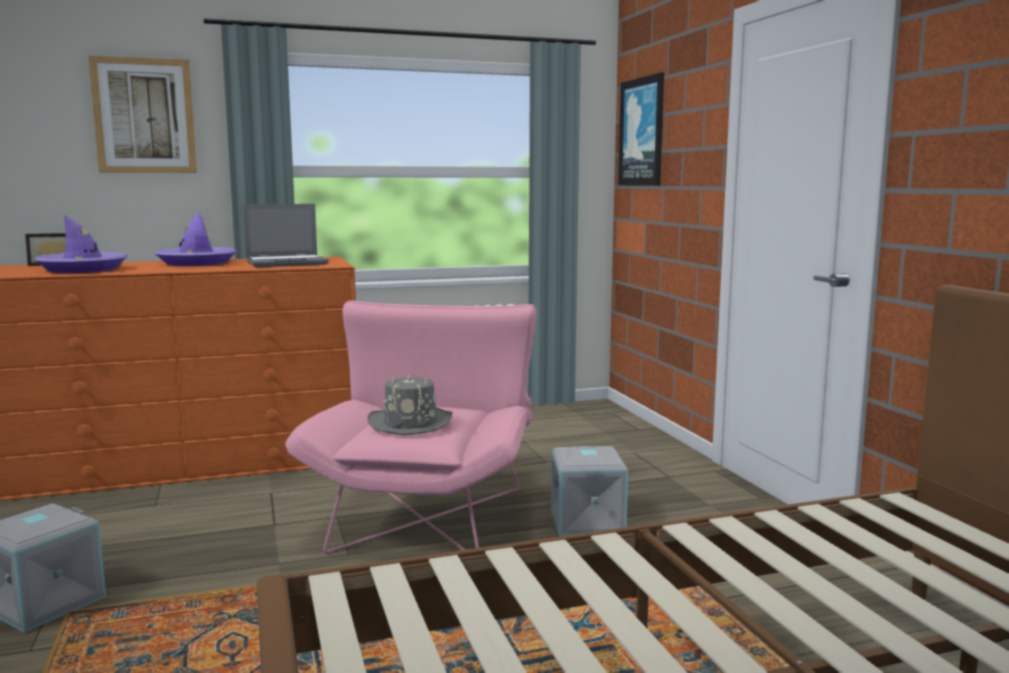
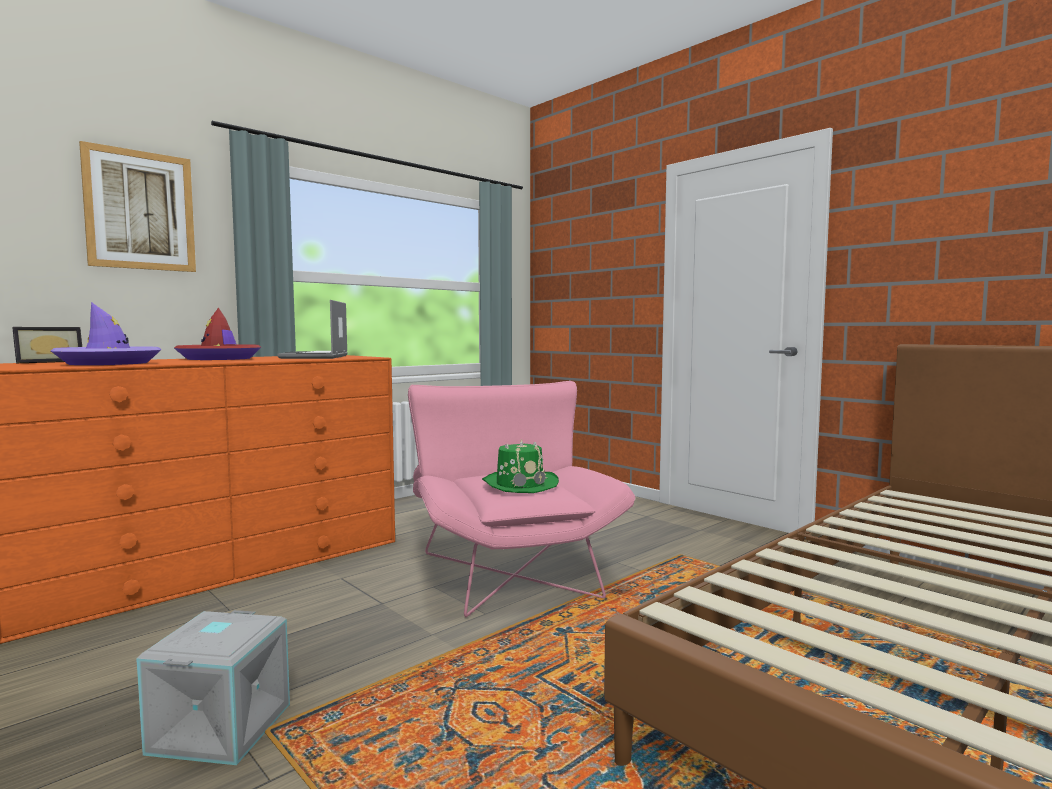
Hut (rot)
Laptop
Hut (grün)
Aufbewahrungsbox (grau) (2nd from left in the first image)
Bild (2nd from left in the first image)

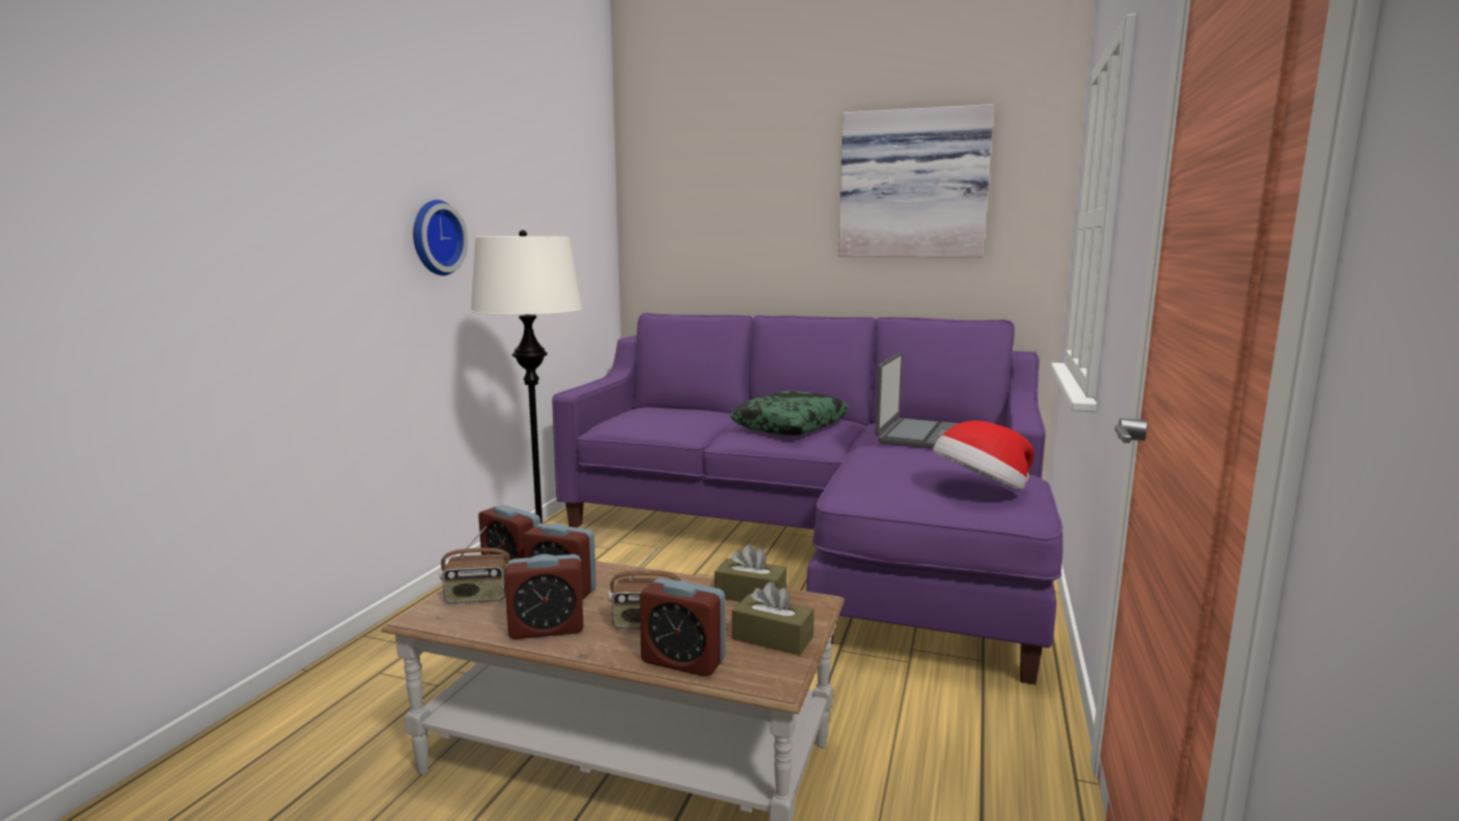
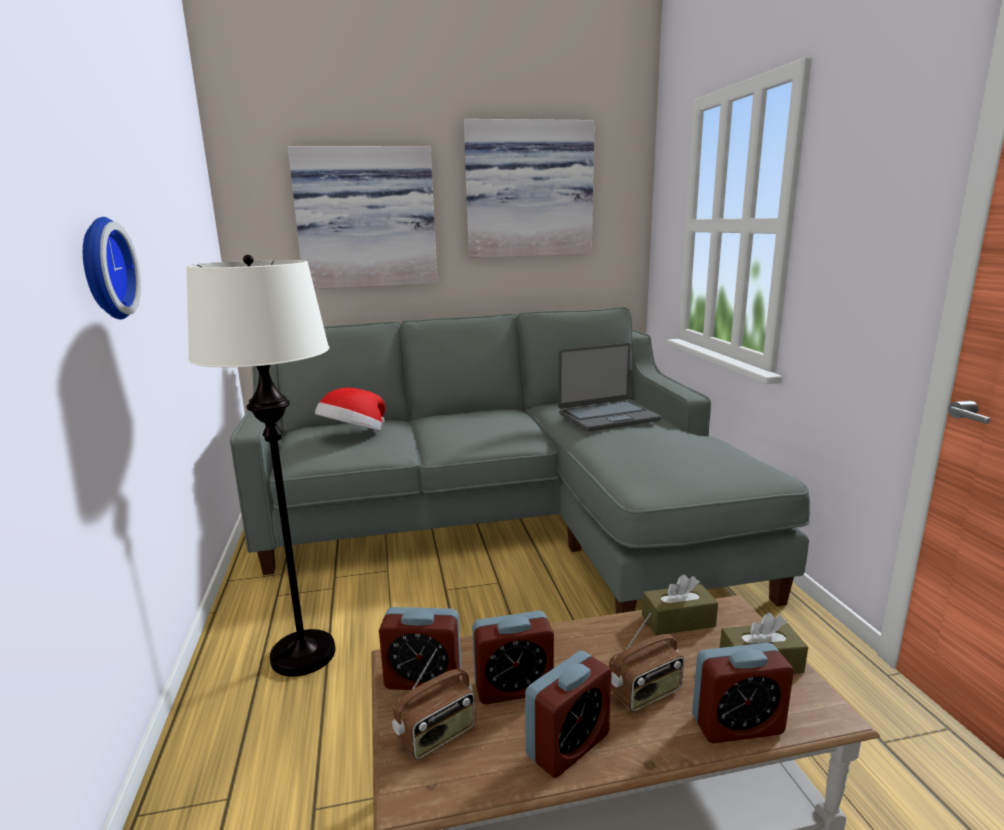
Sofa (grau)
Bild (1st from left)
Hut
Laptop
Kissen

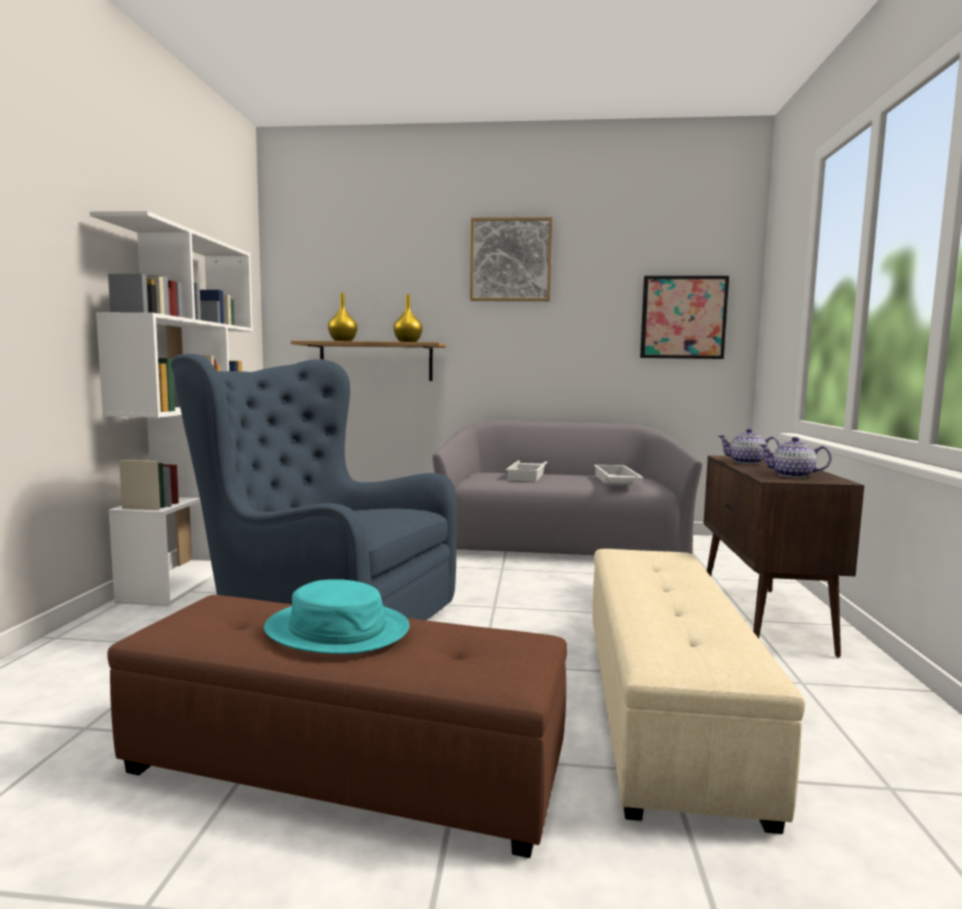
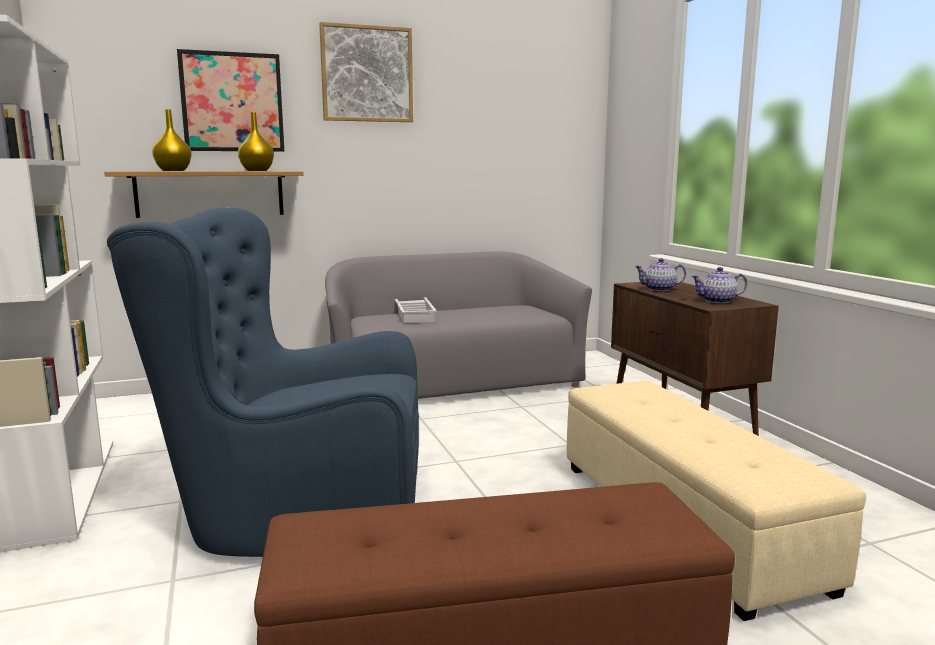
Bild (1st from left)
Hut (türkis)
Tablett (weiß) (2nd from left in the first image)

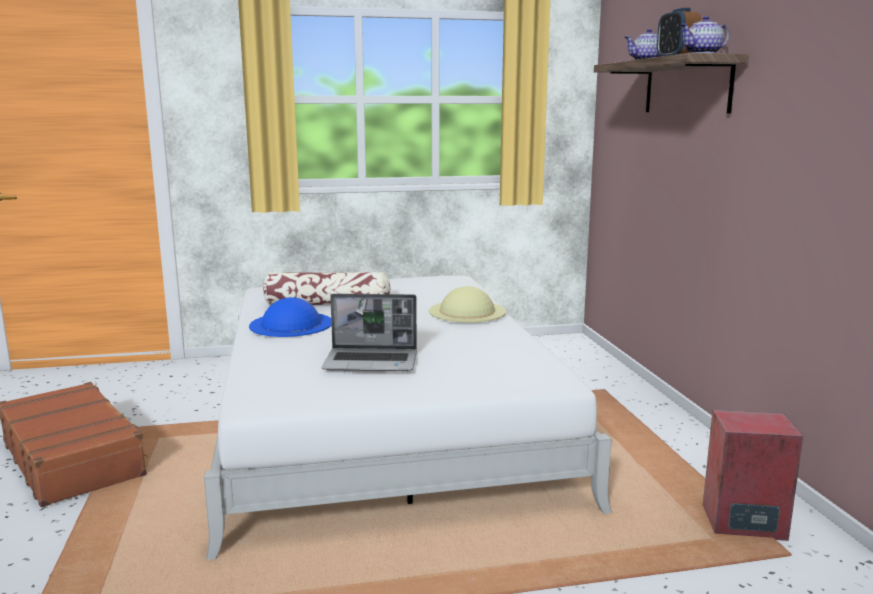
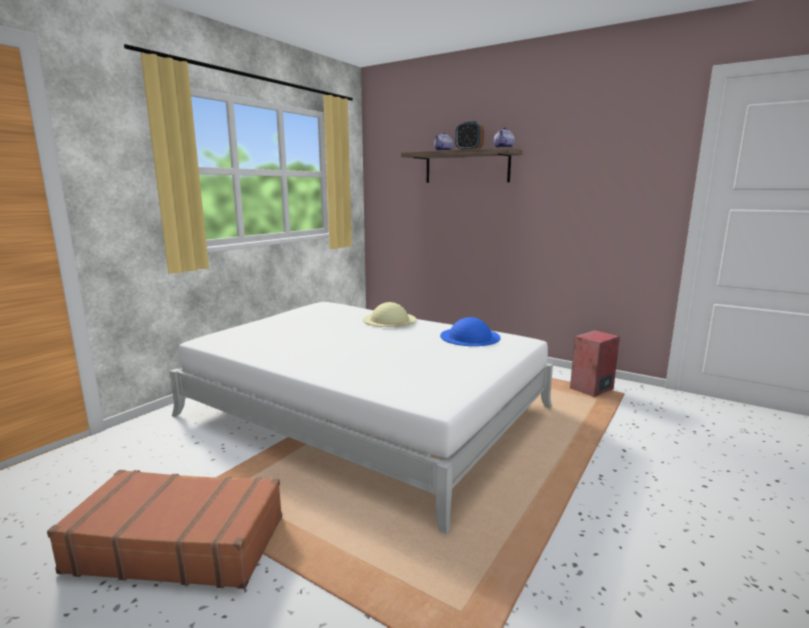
Hut (blau)
Kissen
Laptop

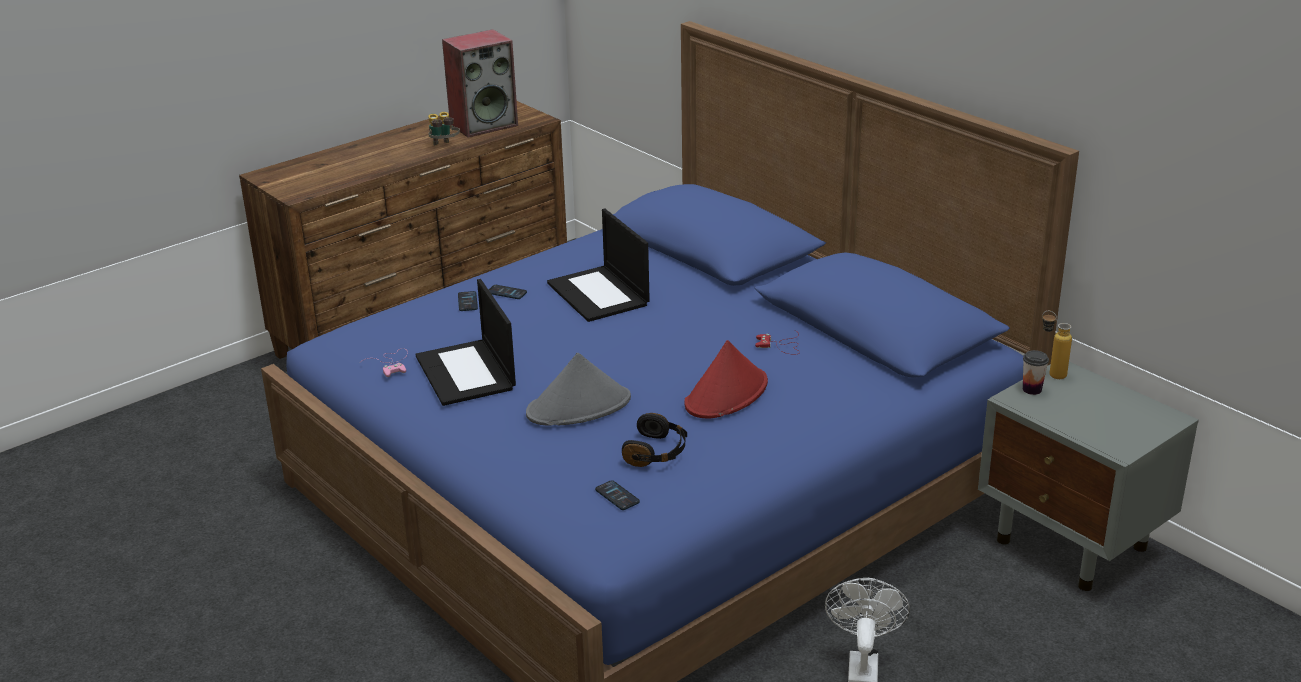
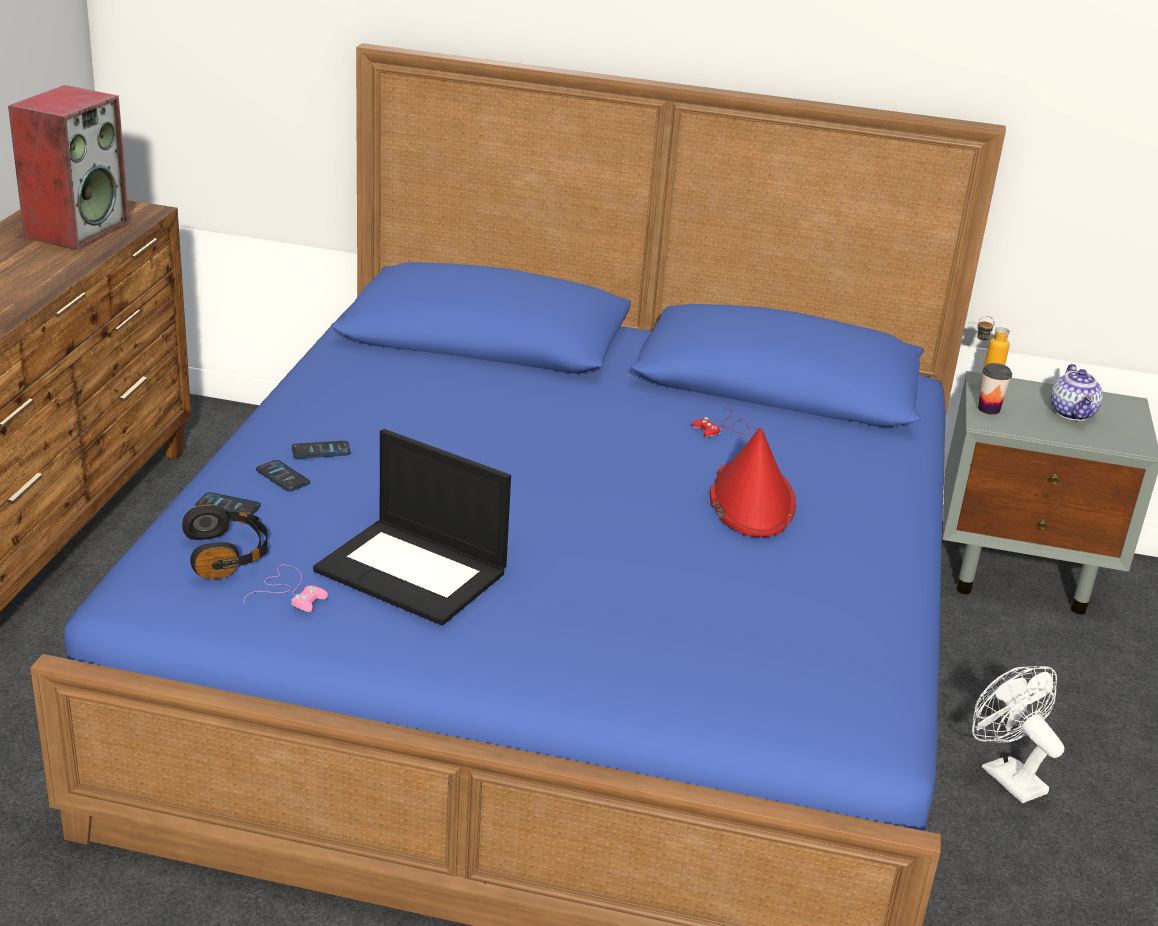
Kopfhörer (schwarz)
Handy (1st from left)
Teekanne
Fernglas
Hut (grau)
Laptop (2nd from left in the first image)

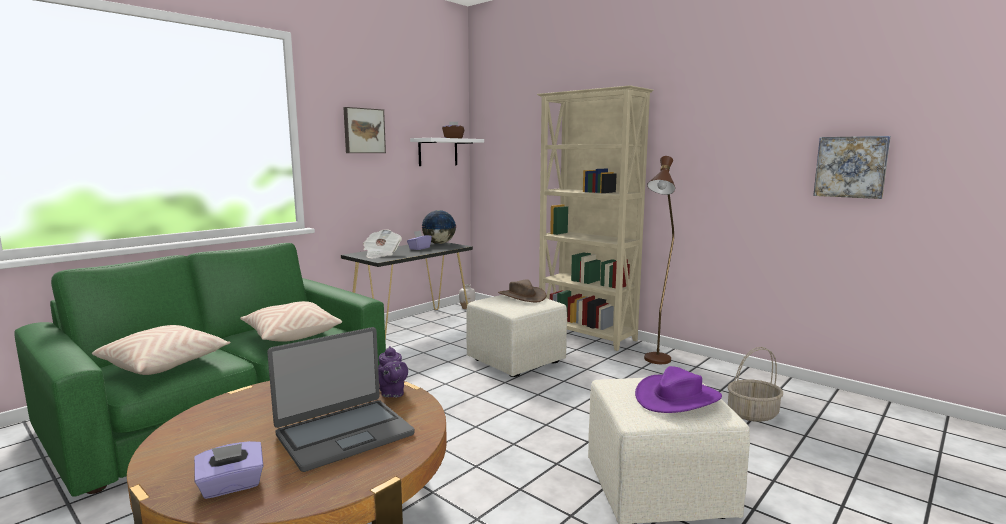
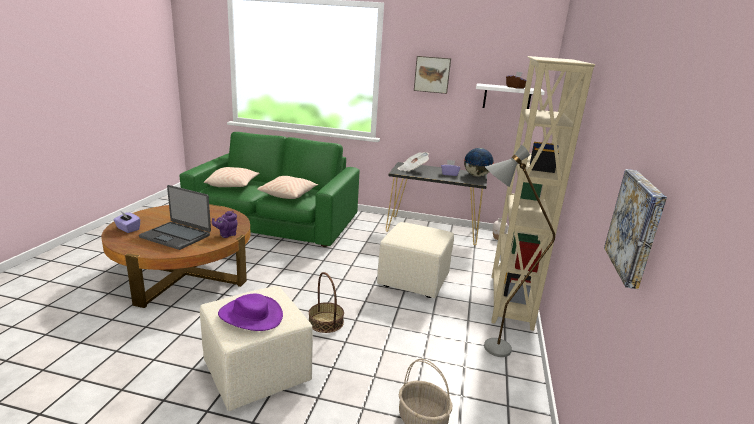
Korb (1st from left)
Stehlampe (grau)
Hut (braun)

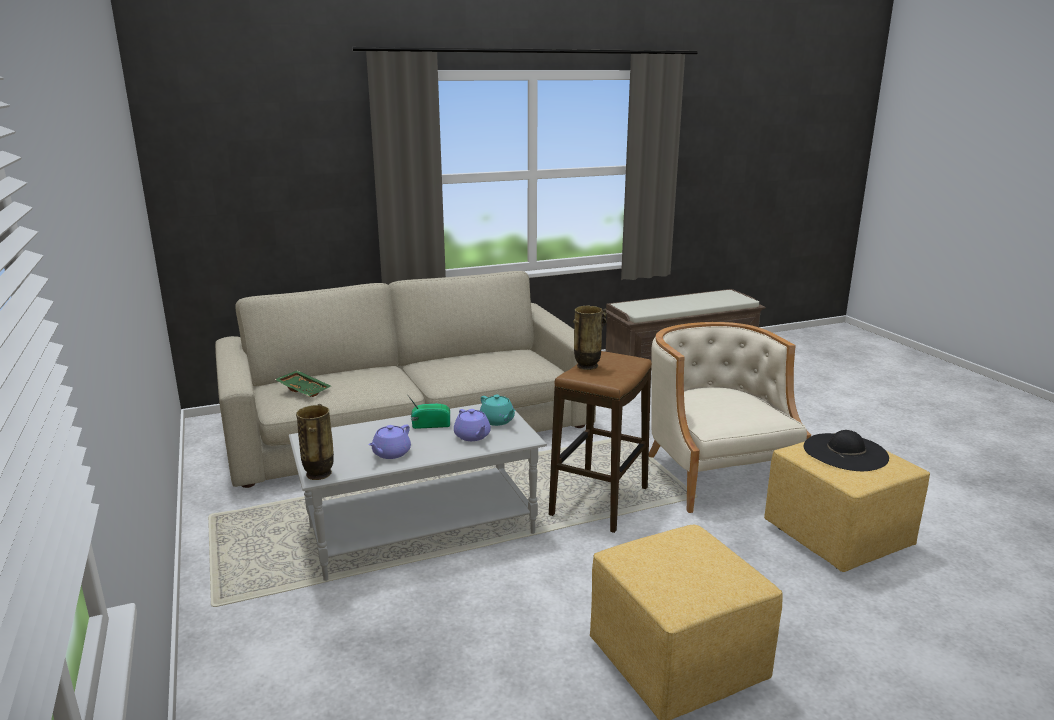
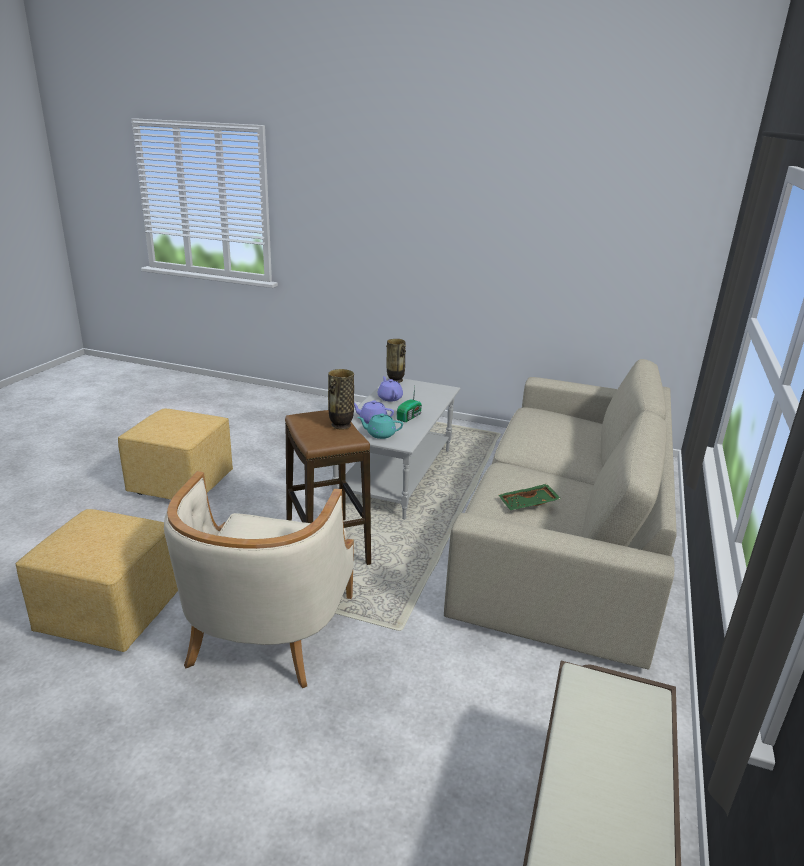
Sessel (beige)
Tablett (grün)
Hut (schwarz)

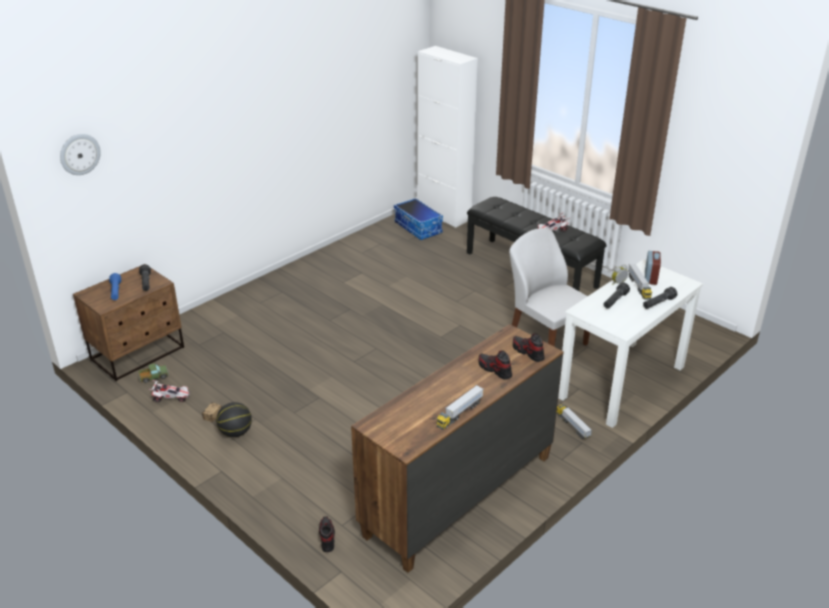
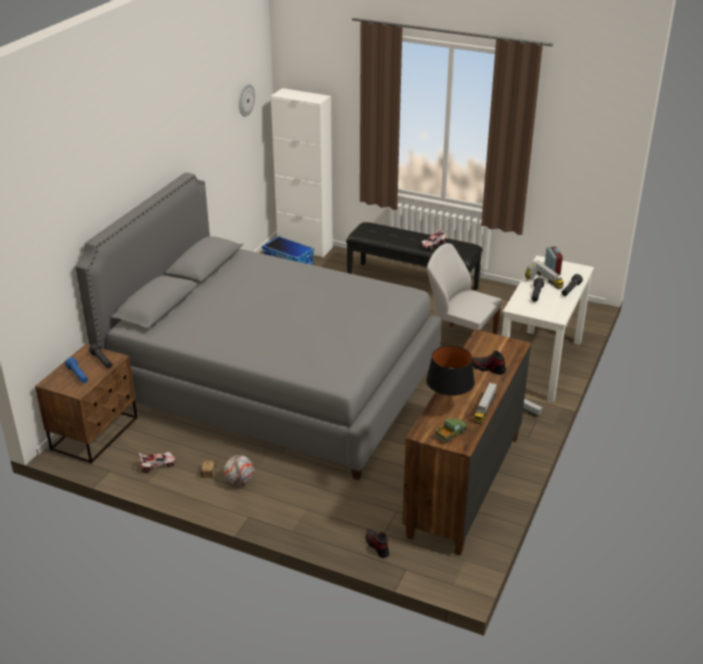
Bett (grau)
Fußball
Wanduhr
Tischlampe (schwarz)
Spielzeuglaster (1st from left)
Schuh (3rd from left in the first image)

